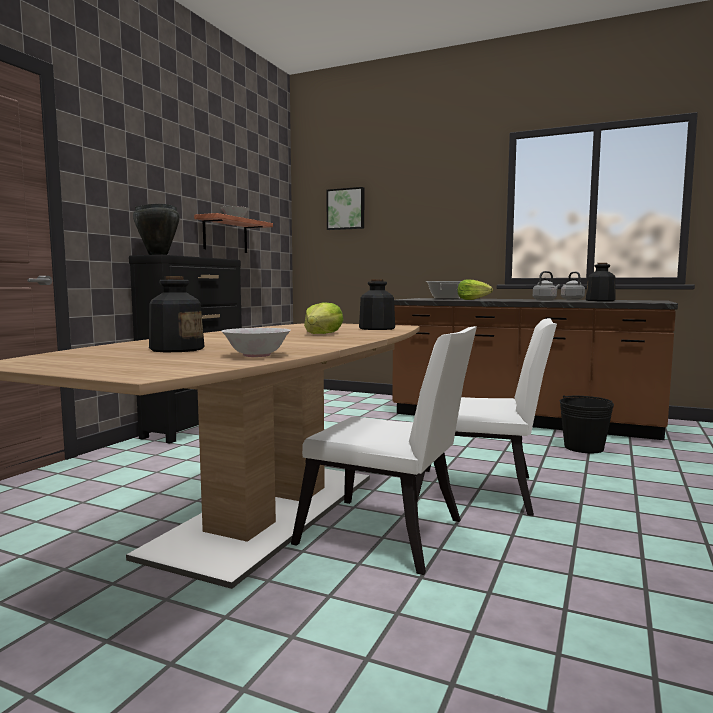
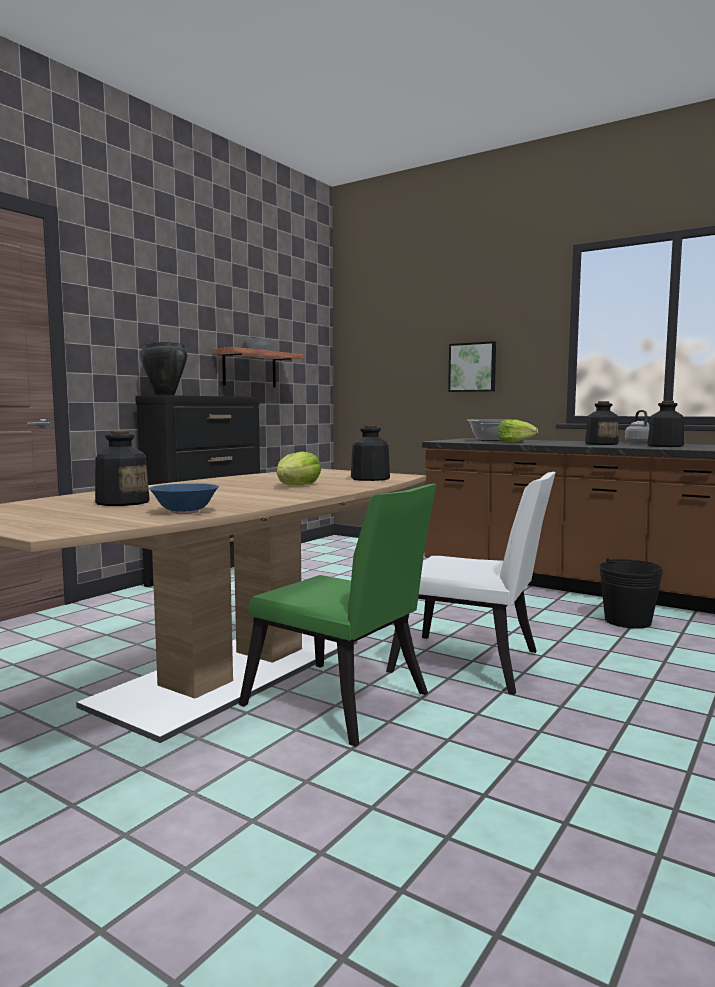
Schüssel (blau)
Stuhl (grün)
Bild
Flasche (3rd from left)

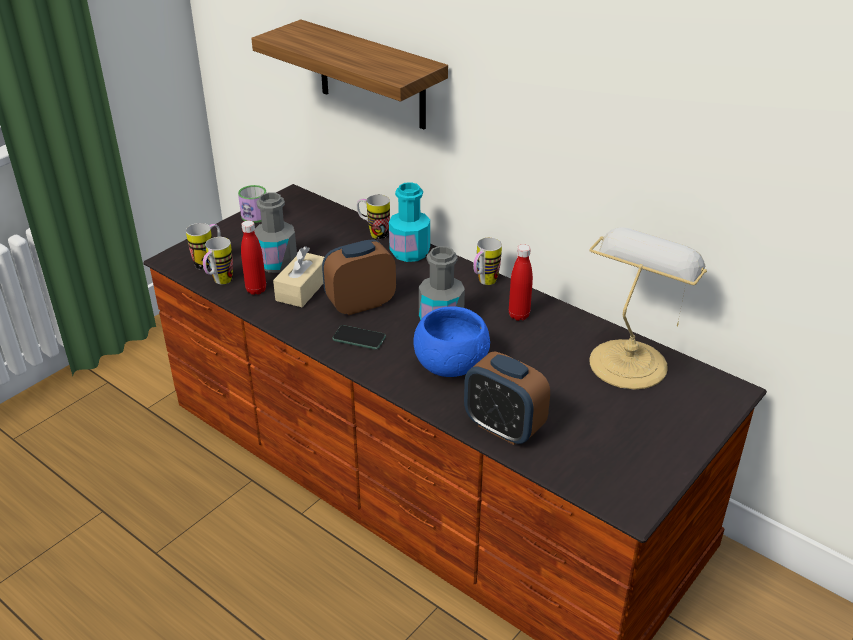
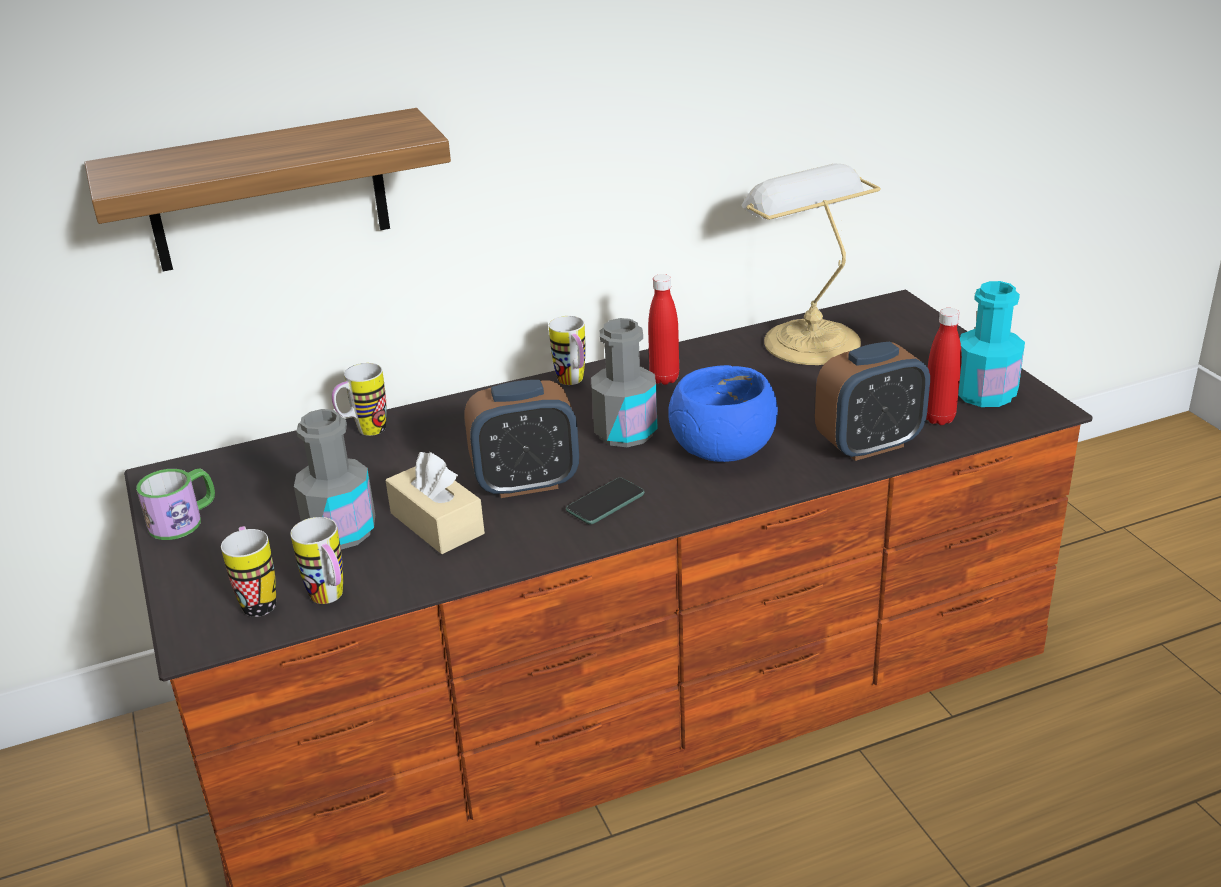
Wecker (1st from left)
Flasche (rot) (2nd from left)
Flasche (türkis)

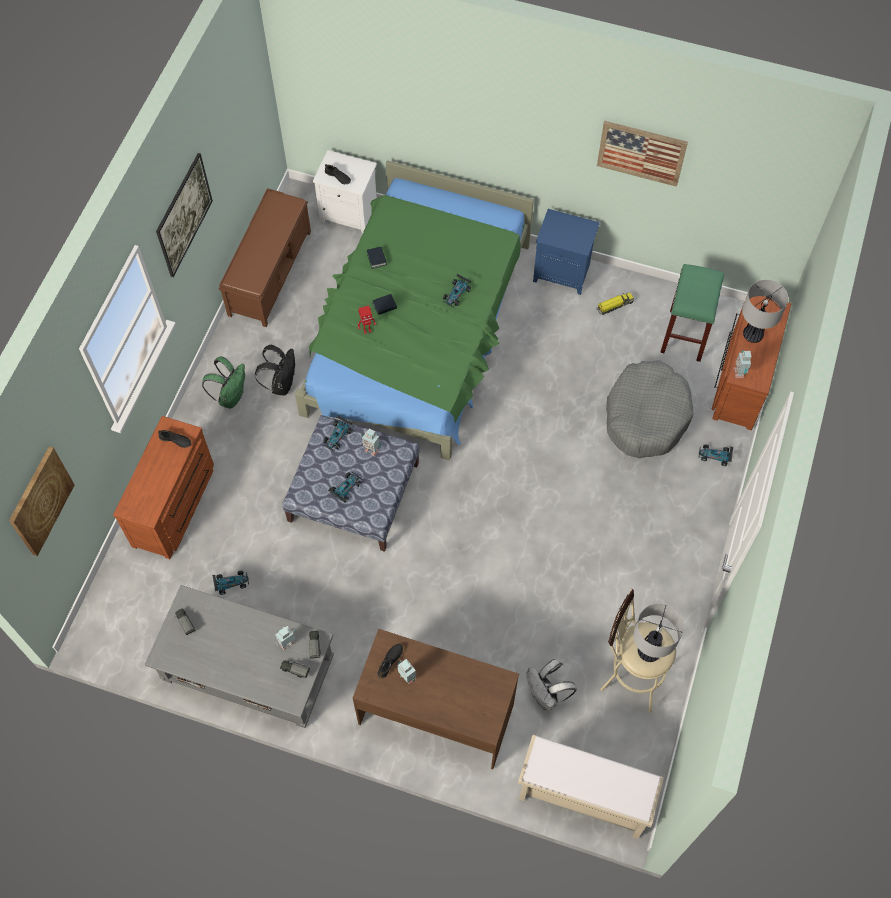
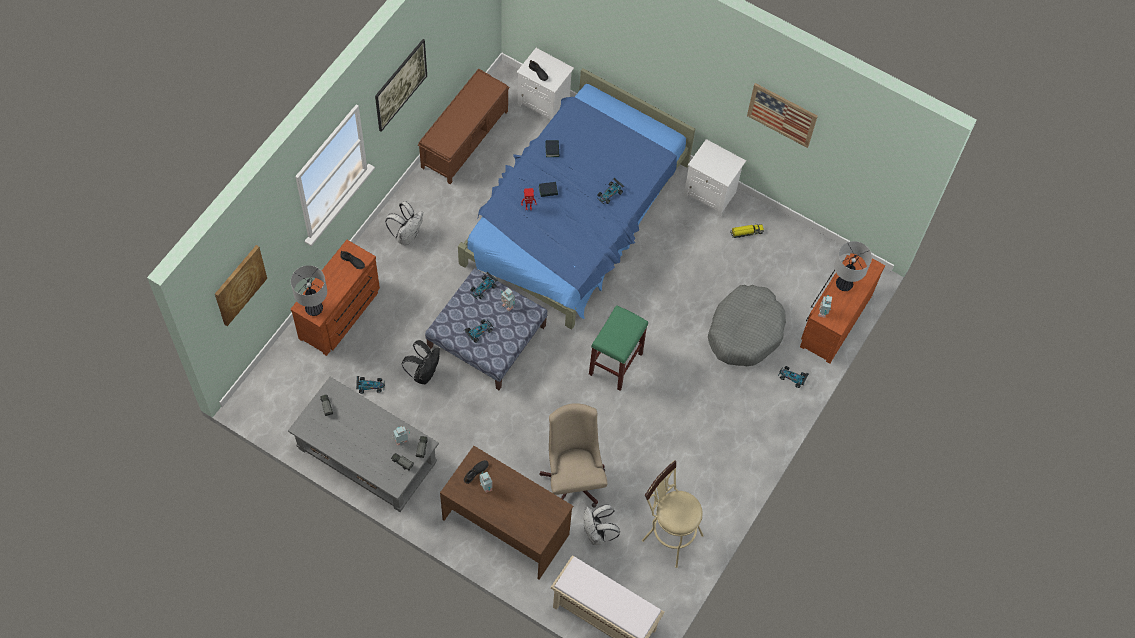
Tischlampe (1st from left)
Rucksack (weiß) (1st from left)
Rucksack (schwarz)
Bett (blau)
Bürostuhl (beige)
Hocker (grün)
Nachttisch (weiß) (2nd from left)

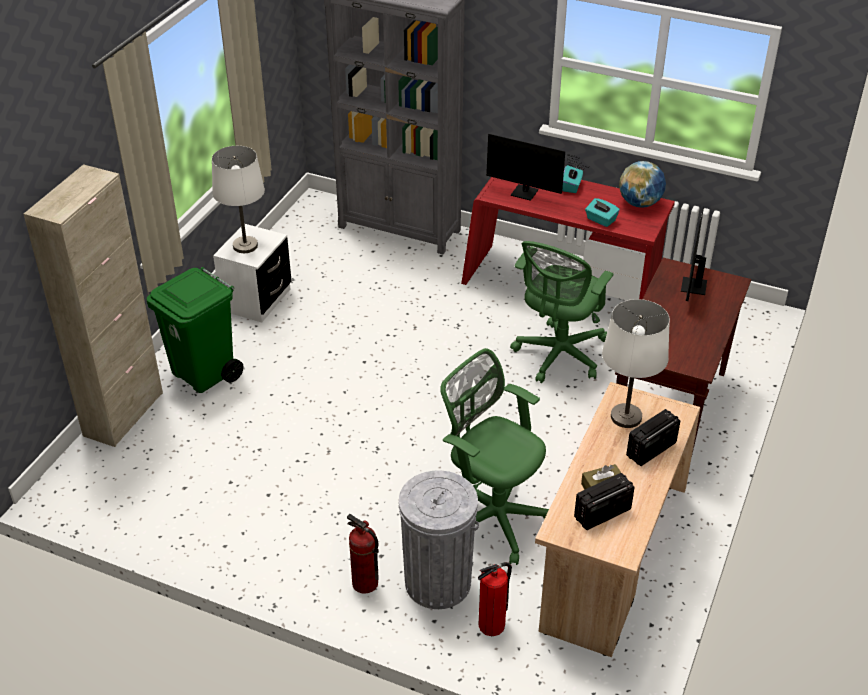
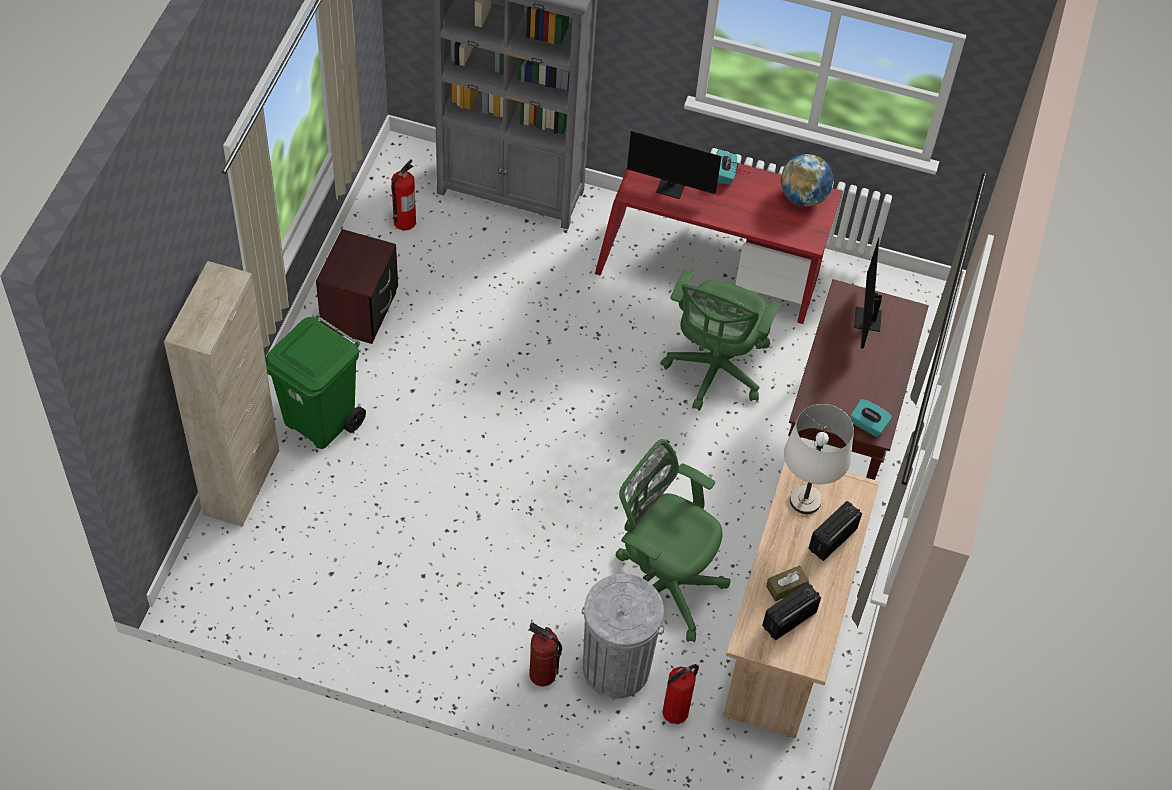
Nachttisch (braun)
Feuerlöscher (1st from left)
Taschentuchbox (türkis) (2nd from left)
Tischlampe (weiß) (1st from left in the first image)

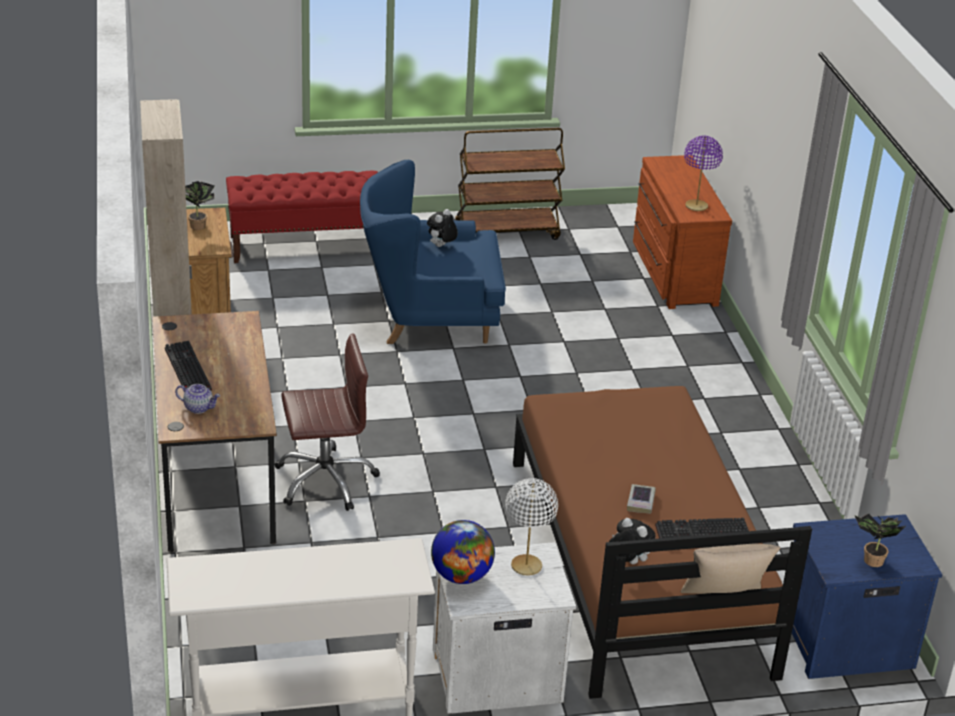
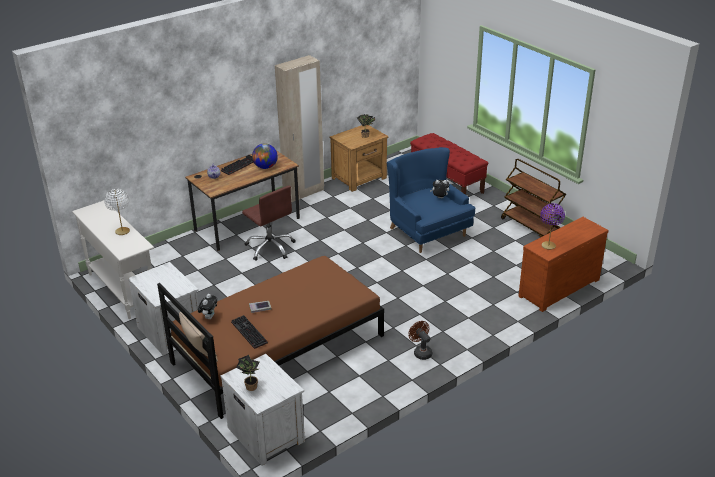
Tischlampe (weiß)
Nachttisch (weiß) (2nd from left)
Globus
Ventilator (braun)

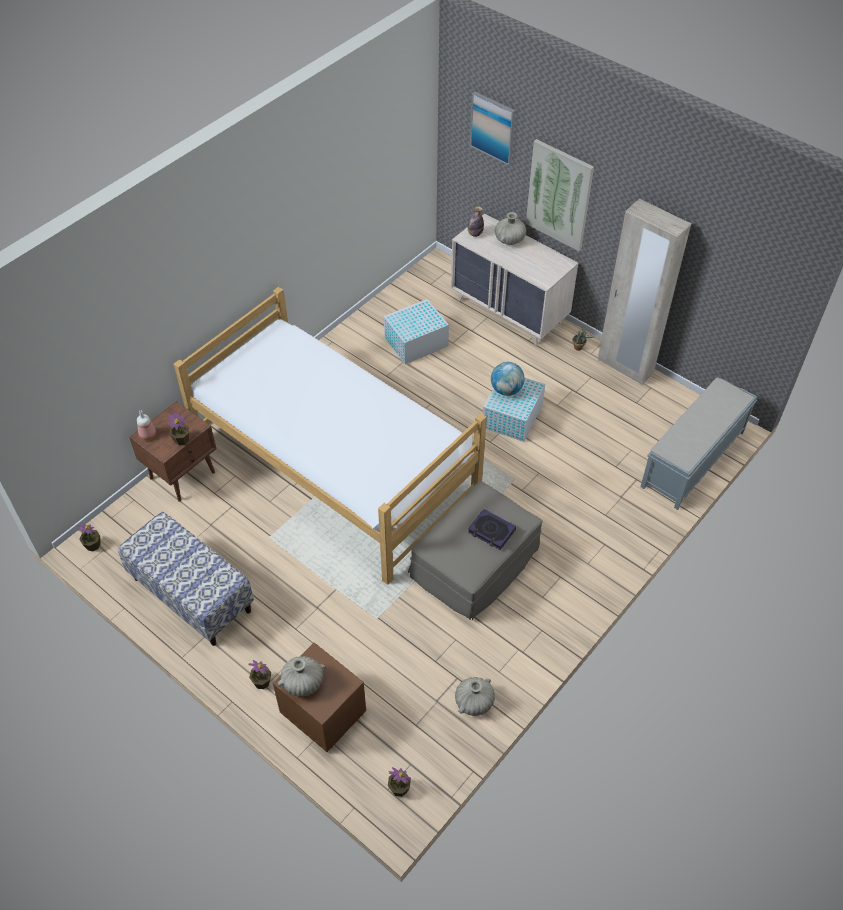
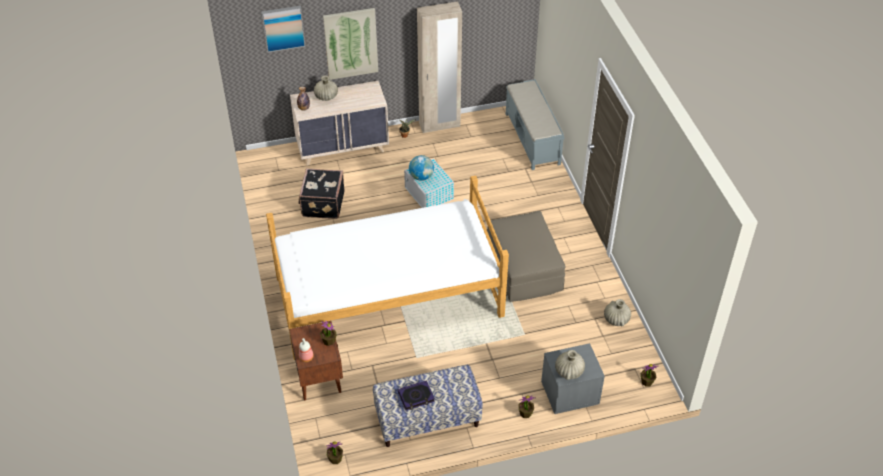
Koffer (schwarz)
Buch
Nachttisch (grau)

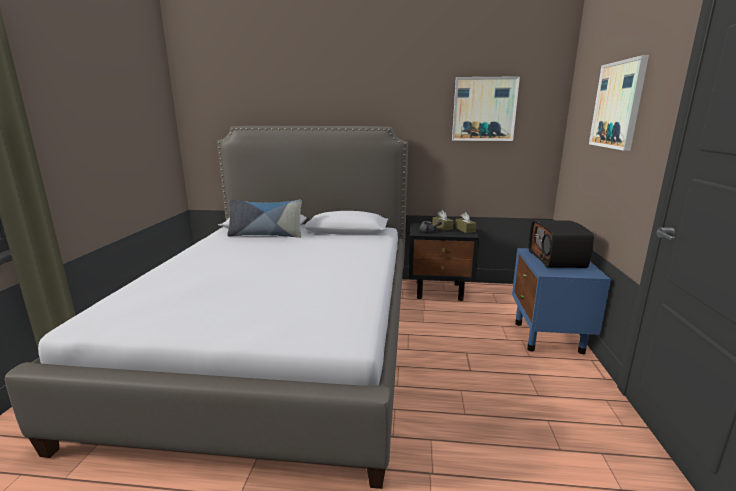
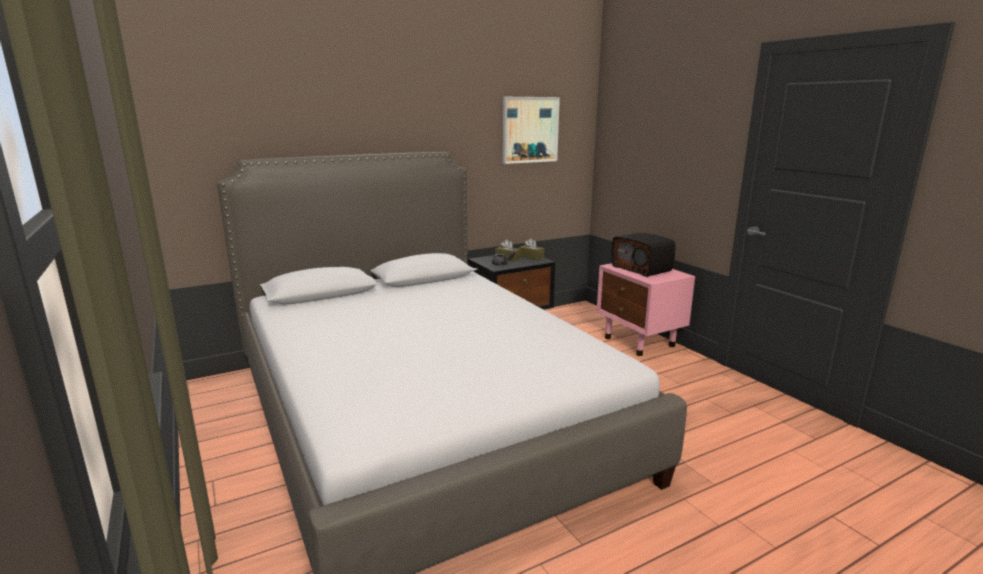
Nachttisch (rosa)
Kissen
Bild (2nd from left in the first image)

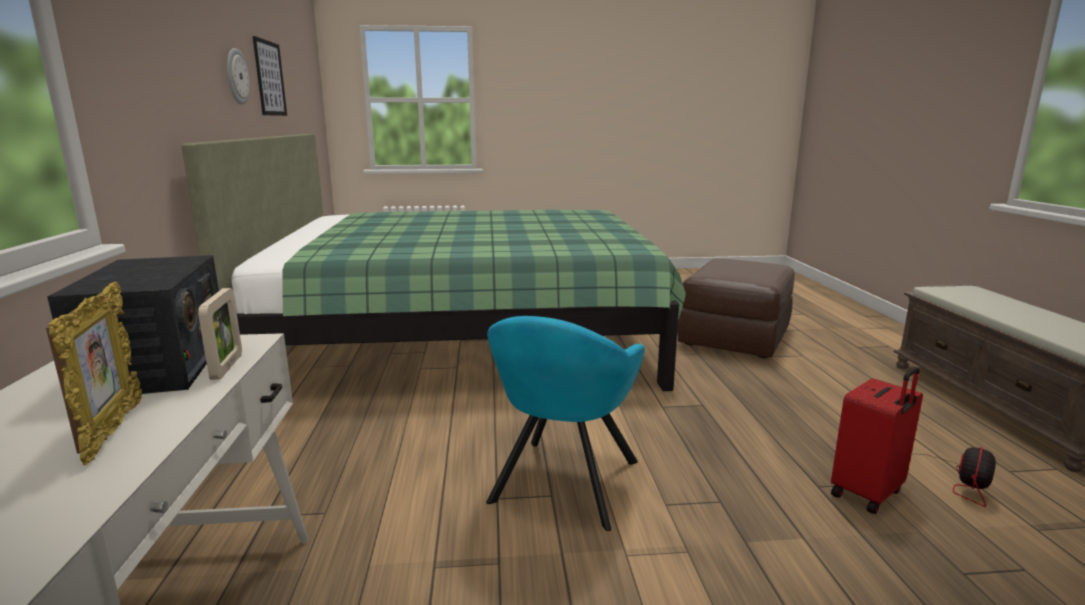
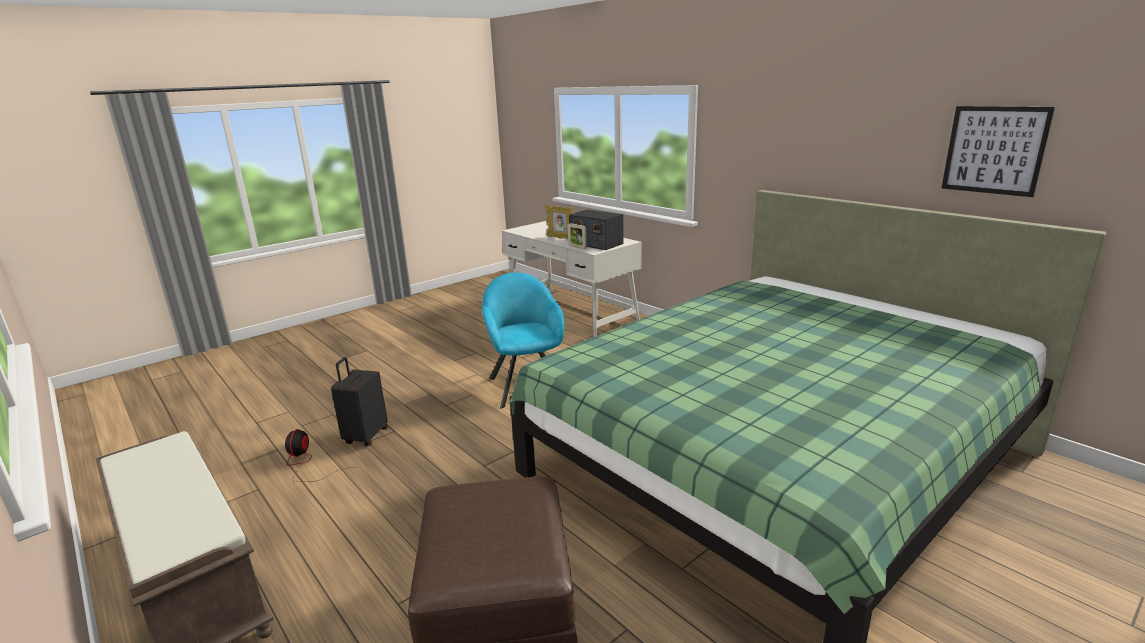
Koffer (schwarz)
Wanduhr

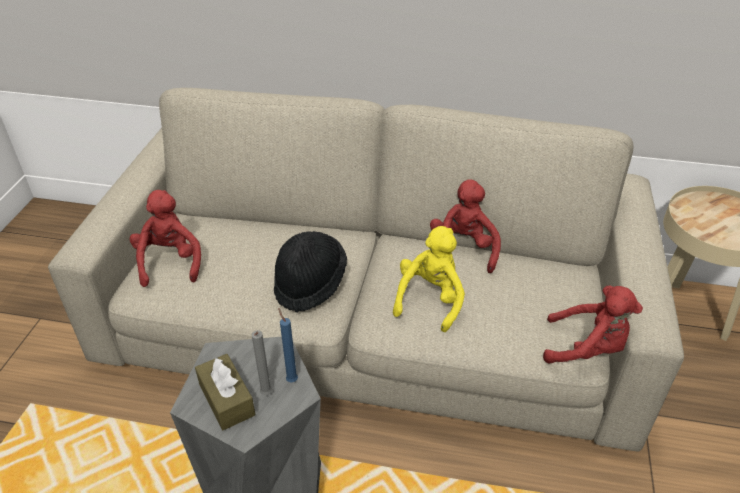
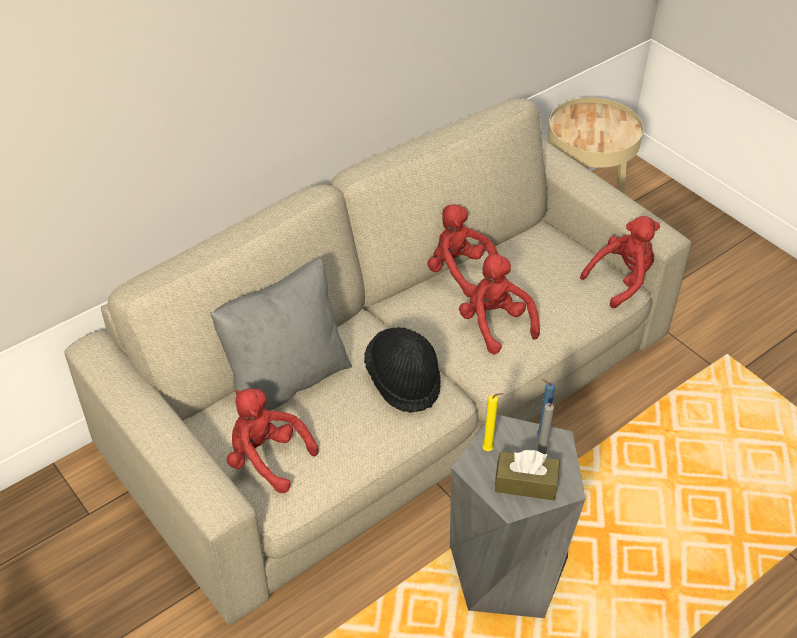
Kissen (grau)
Plüschtier (rot) (3rd from left)
Kerze (gelb)

